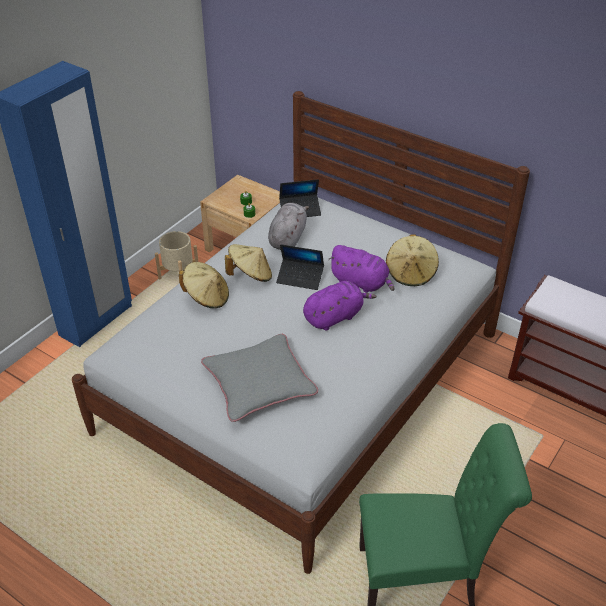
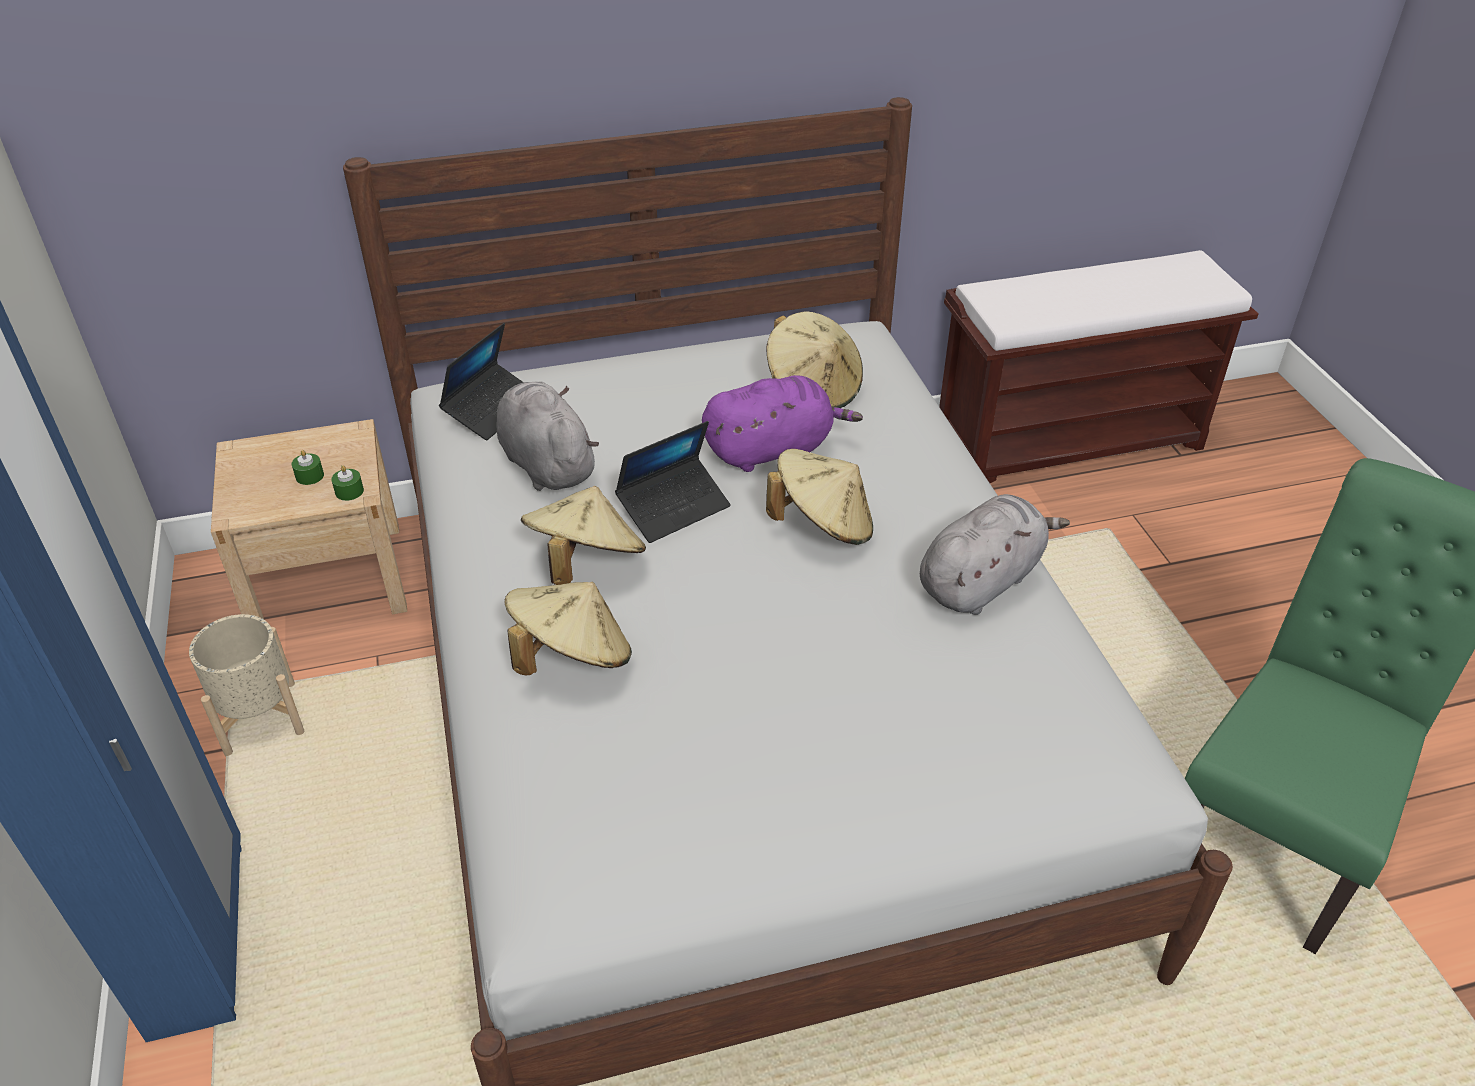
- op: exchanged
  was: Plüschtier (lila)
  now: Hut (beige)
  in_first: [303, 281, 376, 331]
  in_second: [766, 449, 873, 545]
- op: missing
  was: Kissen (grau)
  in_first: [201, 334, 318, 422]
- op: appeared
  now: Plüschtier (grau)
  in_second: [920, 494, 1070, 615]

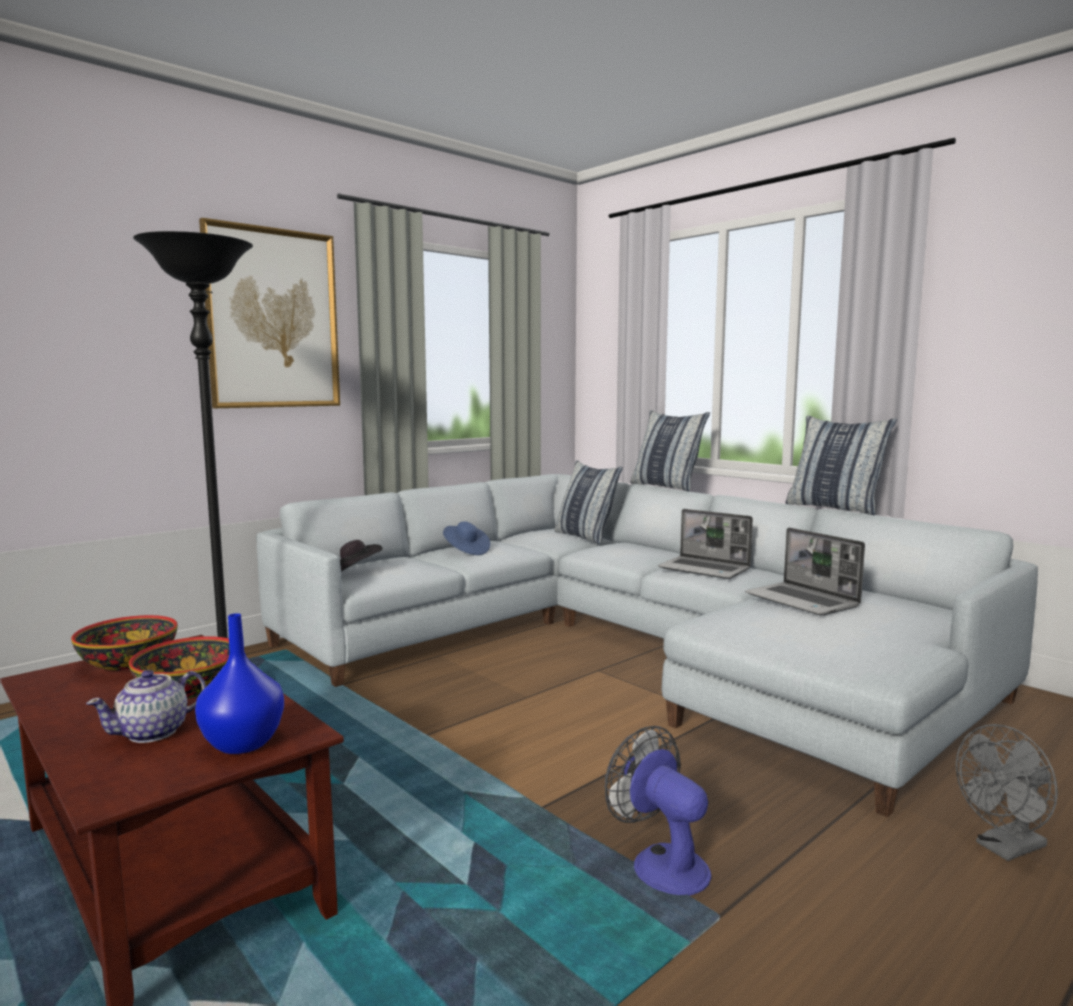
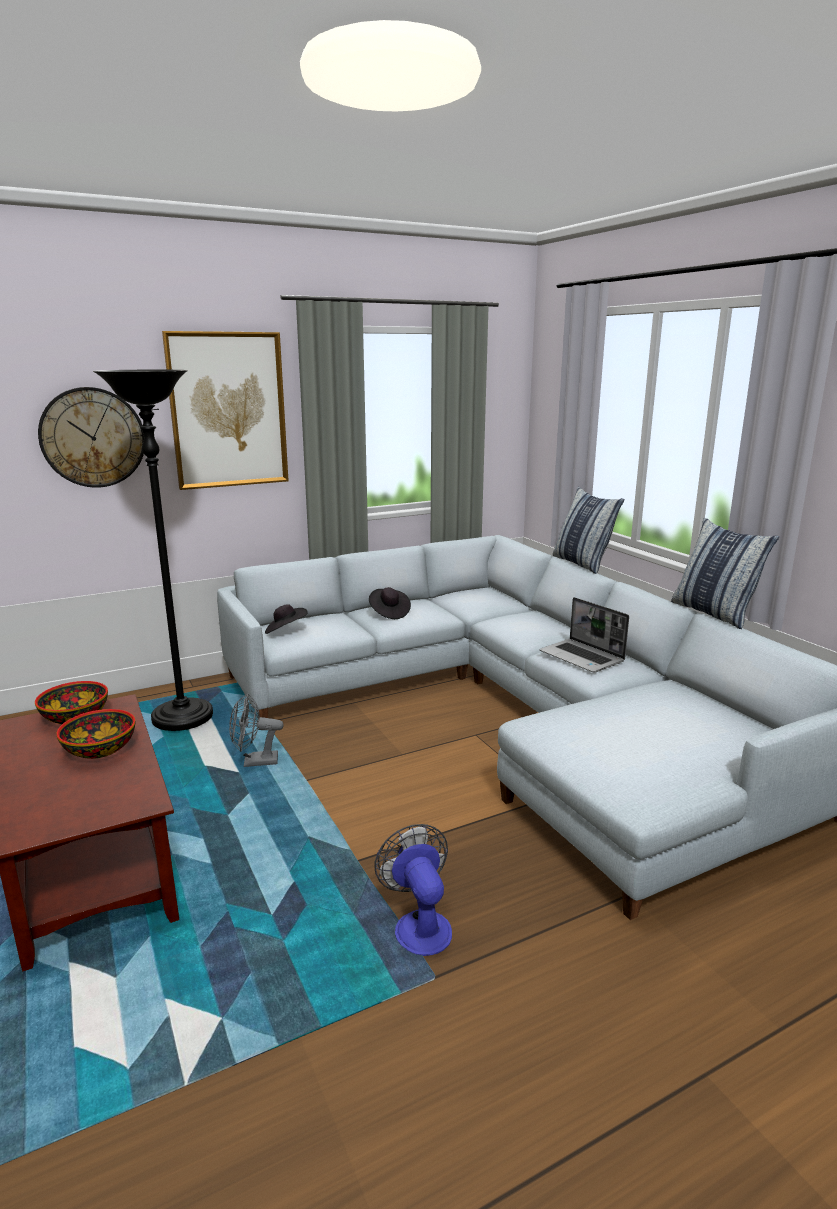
- op: missing
  was: Kissen
  in_first: [555, 460, 623, 545]
- op: colour
  was: Hut (blau)
  now: Hut (schwarz)
  in_first: [443, 521, 490, 555]
  in_second: [369, 587, 411, 619]
- op: missing
  was: Laptop
  in_first: [745, 527, 865, 616]
- op: missing
  was: Vase (blau)
  in_first: [195, 613, 284, 754]
- op: missing
  was: Teekanne
  in_first: [86, 670, 206, 743]
- op: relocated
  was: Ventilator (grau)
  in_first: [956, 724, 1058, 861]
  in_second: [229, 693, 284, 767]
- op: appeared
  now: Wanduhr
  in_second: [38, 387, 144, 488]

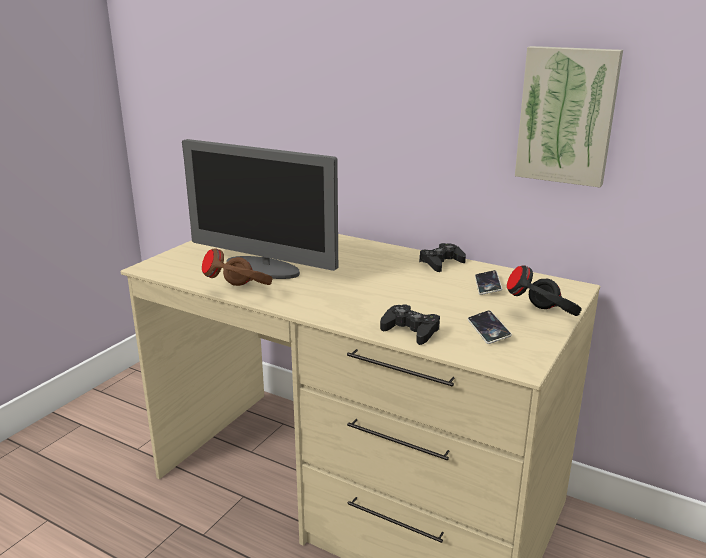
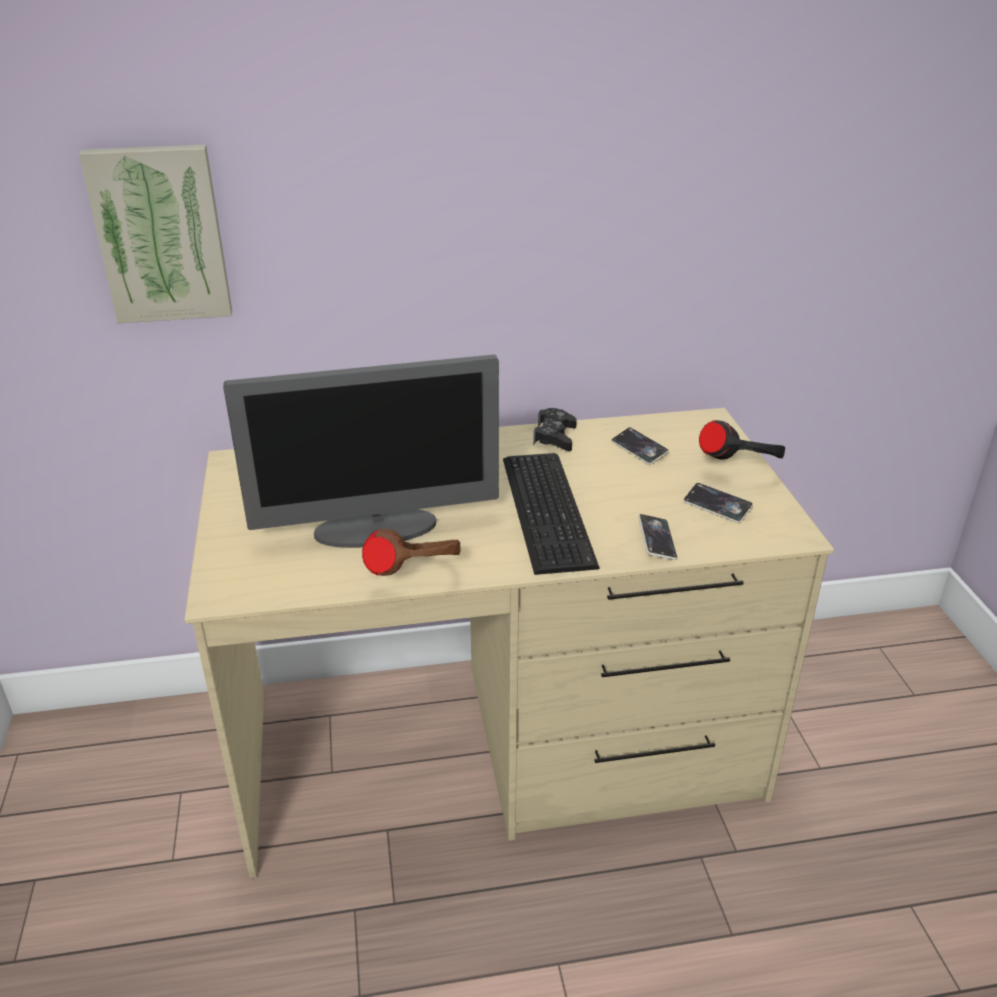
- op: relocated
  was: Bild
  in_first: [515, 46, 623, 187]
  in_second: [79, 144, 232, 324]
- op: exchanged
  was: Gamepad (schwarz)
  now: Handy
  in_first: [380, 304, 440, 345]
  in_second: [638, 514, 678, 560]
- op: appeared
  now: Tastatur
  in_second: [503, 453, 599, 575]

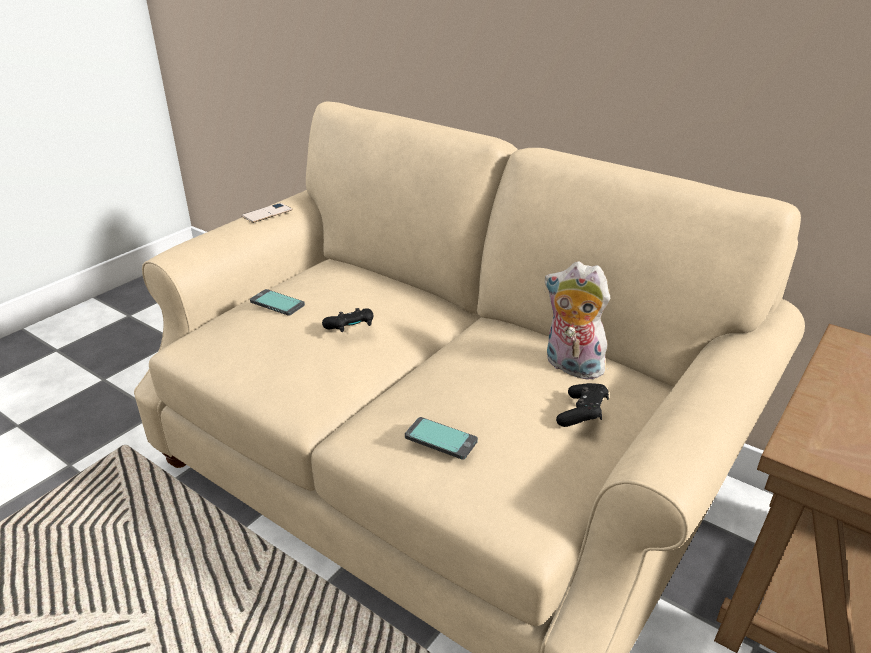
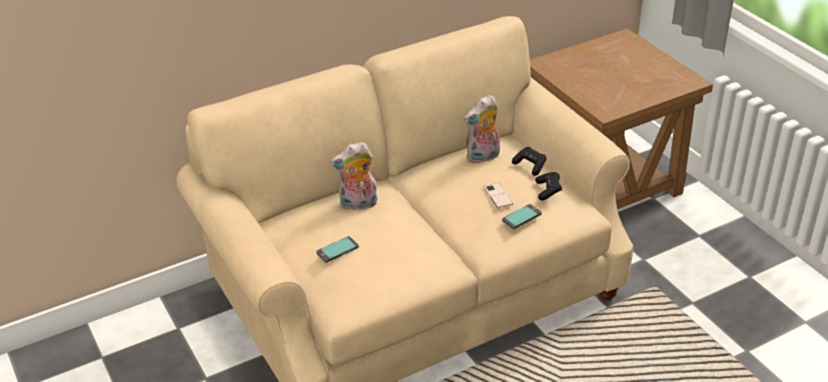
- op: relocated
  was: Handy
  in_first: [241, 203, 292, 223]
  in_second: [484, 183, 513, 208]
- op: relocated
  was: Gamepad (schwarz)
  in_first: [322, 308, 373, 332]
  in_second: [535, 172, 562, 200]
- op: appeared
  now: Plüschtier
  in_second: [330, 142, 378, 210]

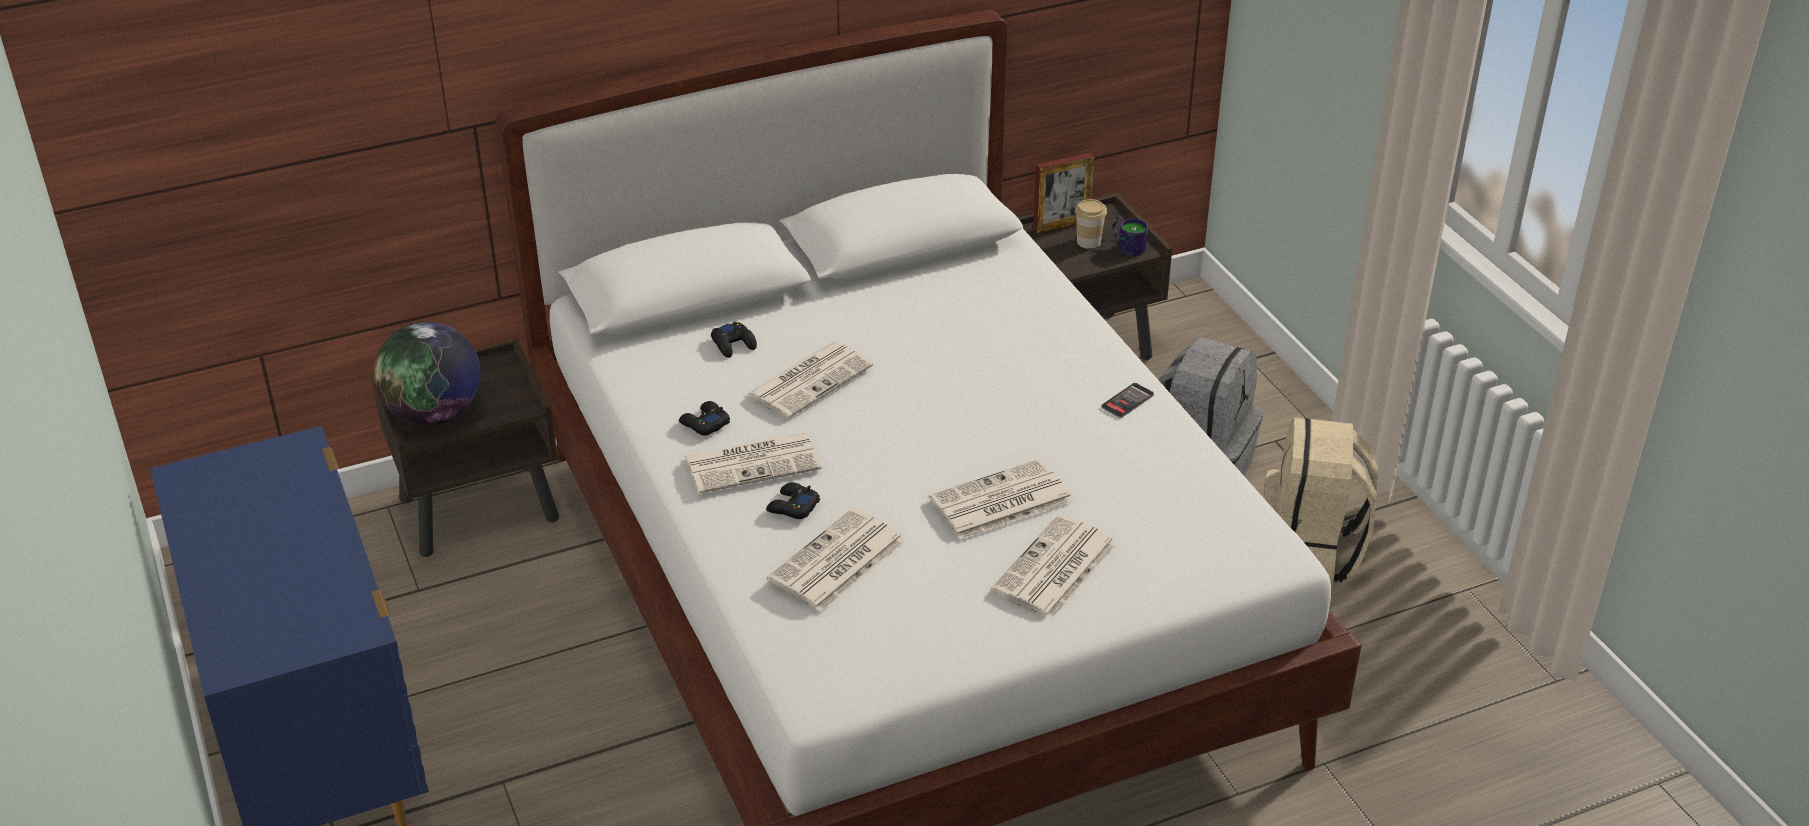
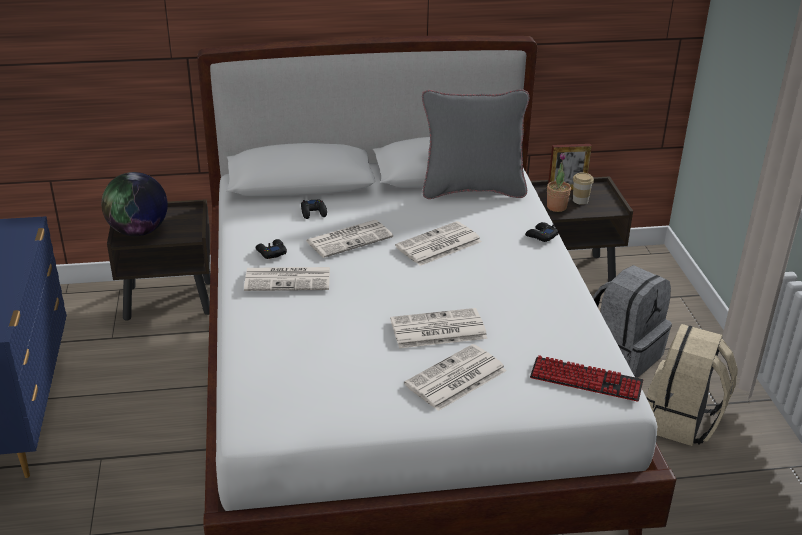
- op: missing
  was: Henkelbecher
  in_first: [1112, 216, 1148, 256]
- op: missing
  was: Handy
  in_first: [1101, 383, 1154, 418]
- op: relocated
  was: Gamepad (schwarz)
  in_first: [766, 482, 820, 519]
  in_second: [525, 222, 559, 242]
- op: relocated
  was: Zeitung
  in_first: [767, 508, 905, 612]
  in_second: [395, 221, 482, 266]
- op: appeared
  now: Kissen (grau)
  in_second: [422, 89, 529, 199]
- op: appeared
  now: Topfpflanze
  in_second: [547, 153, 571, 212]
- op: appeared
  now: Tastatur
  in_second: [530, 355, 643, 402]

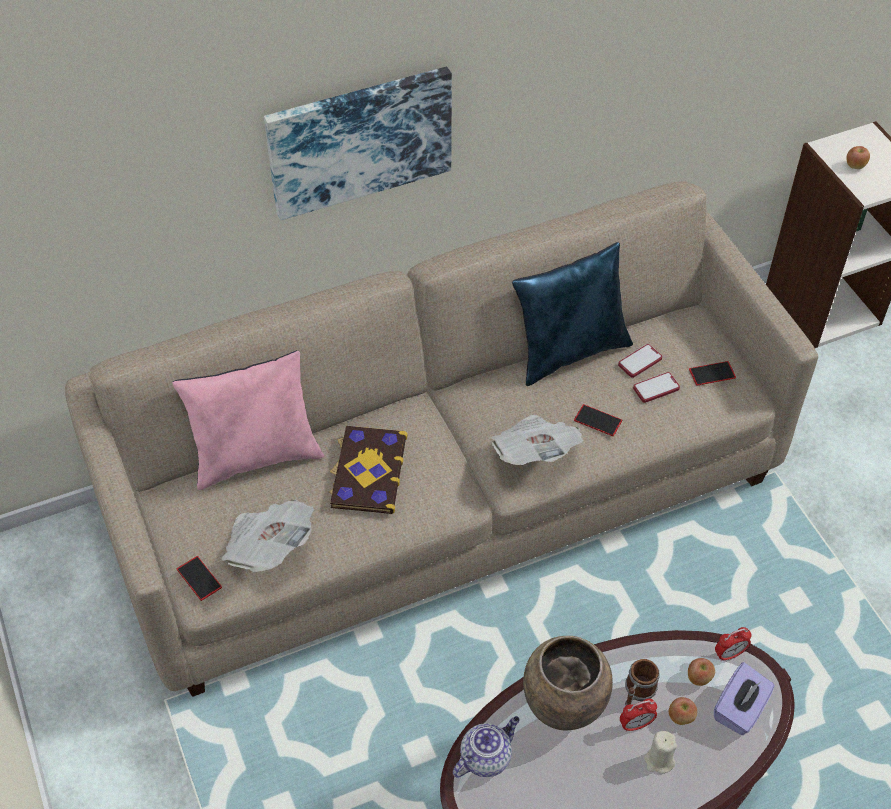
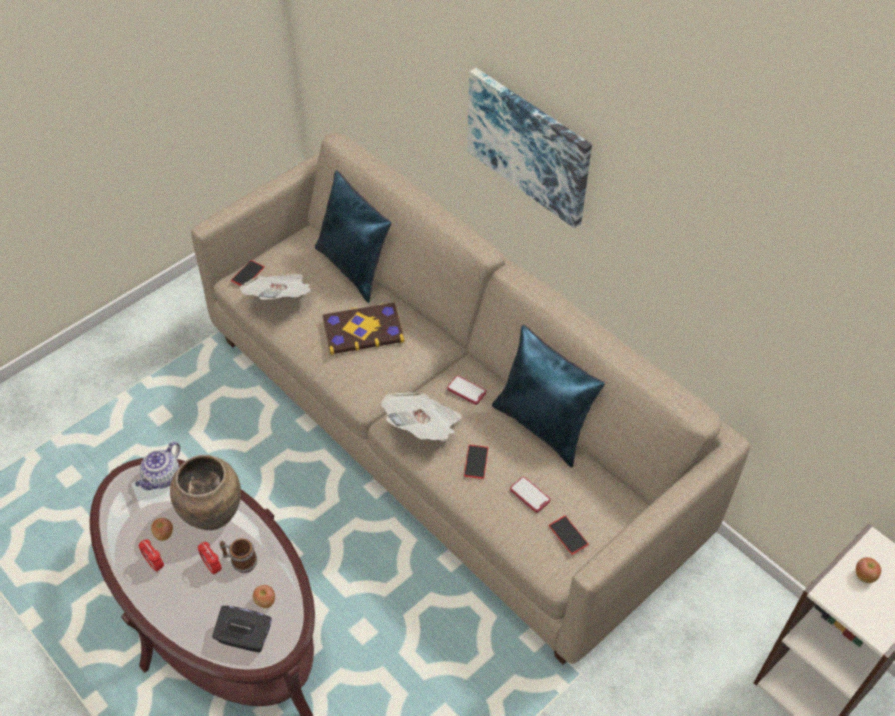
- op: relocated
  was: Handy
  in_first: [618, 344, 662, 378]
  in_second: [447, 376, 486, 405]
- op: colour
  was: Kissen (rosa)
  now: Kissen (blau)
  in_first: [172, 350, 324, 490]
  in_second: [315, 170, 391, 303]
- op: relocated
  was: Wecker
  in_first: [715, 627, 752, 661]
  in_second: [139, 539, 164, 572]
- op: colour
  was: Taschentuchbox (lila)
  now: Taschentuchbox (schwarz)
  in_first: [714, 662, 775, 735]
  in_second: [212, 606, 272, 653]
- op: relocated
  was: Apfel
  in_first: [669, 697, 697, 725]
  in_second: [151, 518, 173, 541]
- op: spun
  was: Teekanne
  in_first: [453, 716, 520, 778]
  in_second: [135, 442, 180, 490]
  clockwise: 90
- op: missing
  was: Kerze (beige)
  in_first: [644, 731, 677, 774]

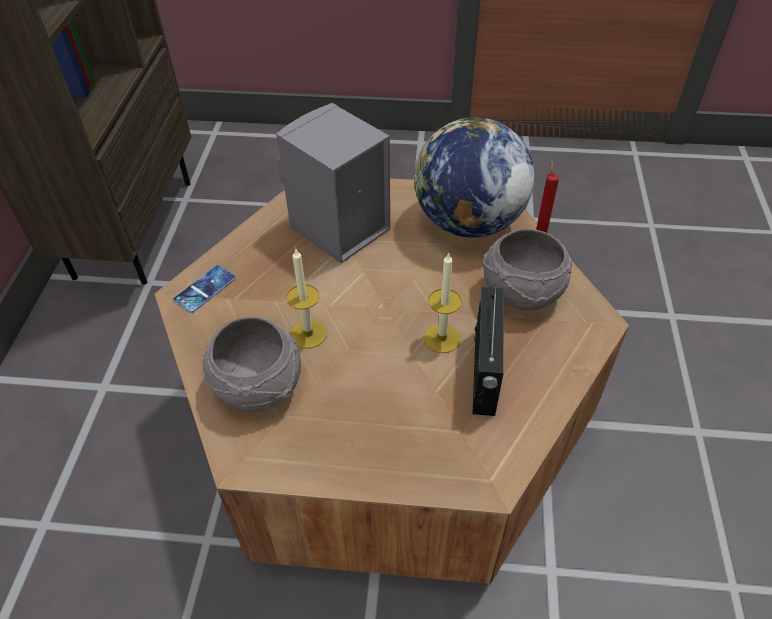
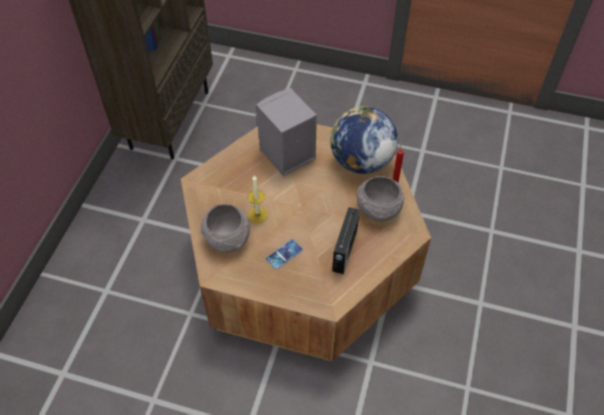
- op: missing
  was: Kerze
  in_first: [424, 253, 462, 353]
- op: relocated
  was: Handy
  in_first: [173, 265, 236, 313]
  in_second: [266, 239, 303, 269]

